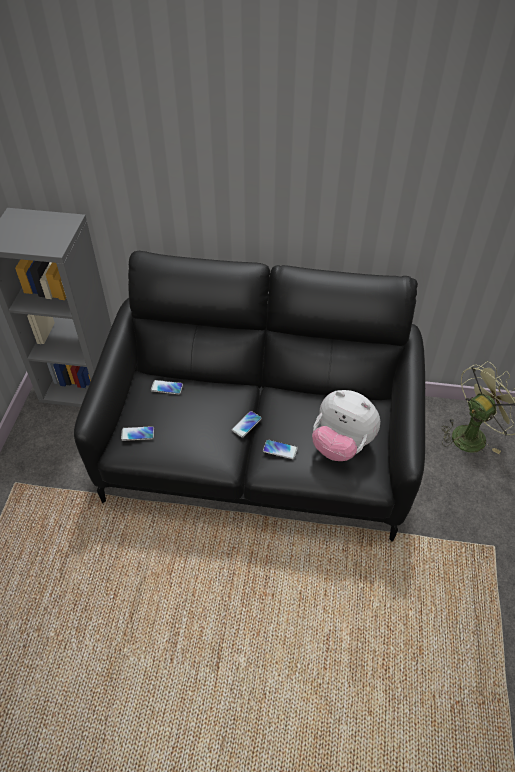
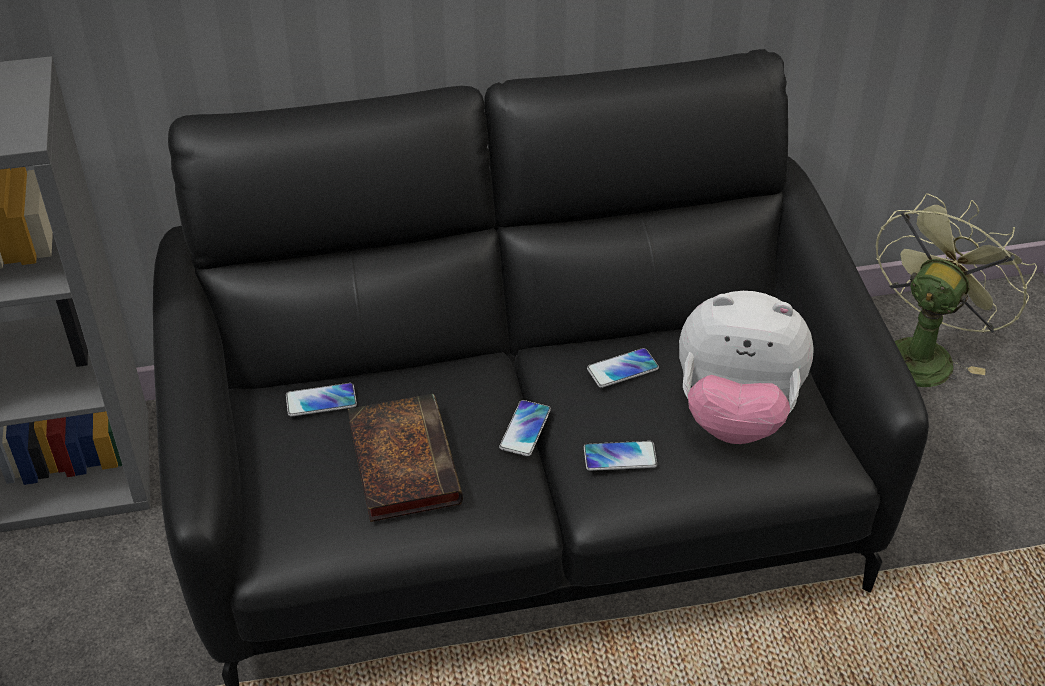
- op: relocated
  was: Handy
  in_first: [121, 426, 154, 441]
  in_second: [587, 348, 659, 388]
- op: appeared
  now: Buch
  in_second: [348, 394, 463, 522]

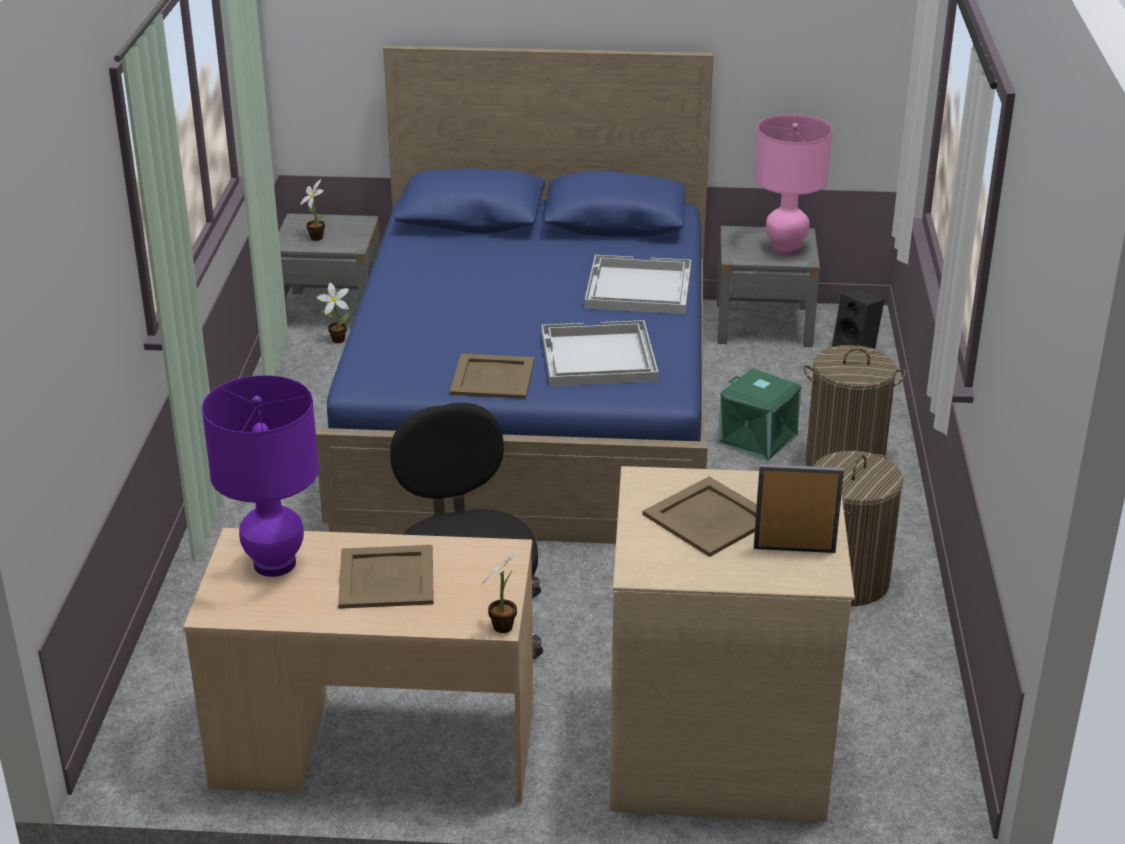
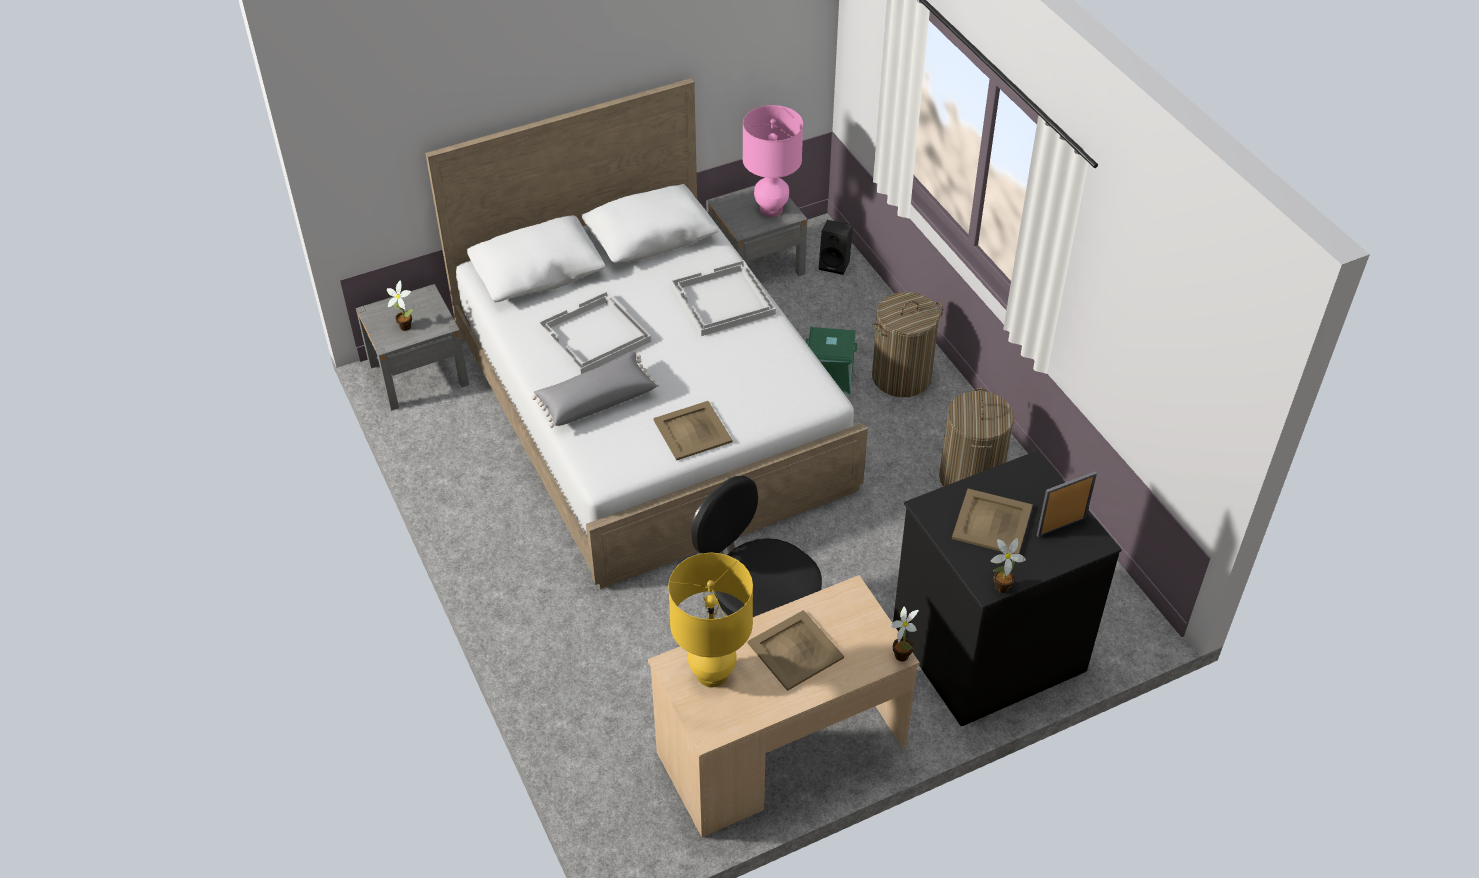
- op: colour
  was: Bett (blau)
  now: Bett (weiß)
  in_first: [316, 45, 713, 544]
  in_second: [425, 78, 868, 589]
- op: relocated
  was: Topfpflanze
  in_first: [316, 282, 351, 343]
  in_second: [990, 538, 1026, 593]
- op: relocated
  was: Tablett (weiß)
  in_first: [541, 320, 659, 386]
  in_second: [538, 291, 651, 374]
- op: colour
  was: Tischlampe (lila)
  now: Tischlampe (gelb)
  in_first: [201, 375, 319, 577]
  in_second: [668, 553, 753, 687]
- op: colour
  was: Kommode (beige)
  now: Kommode (schwarz)
  in_first: [609, 466, 855, 822]
  in_second: [893, 450, 1122, 726]
- op: appeared
  now: Kissen (grau)
  in_second: [532, 352, 660, 428]

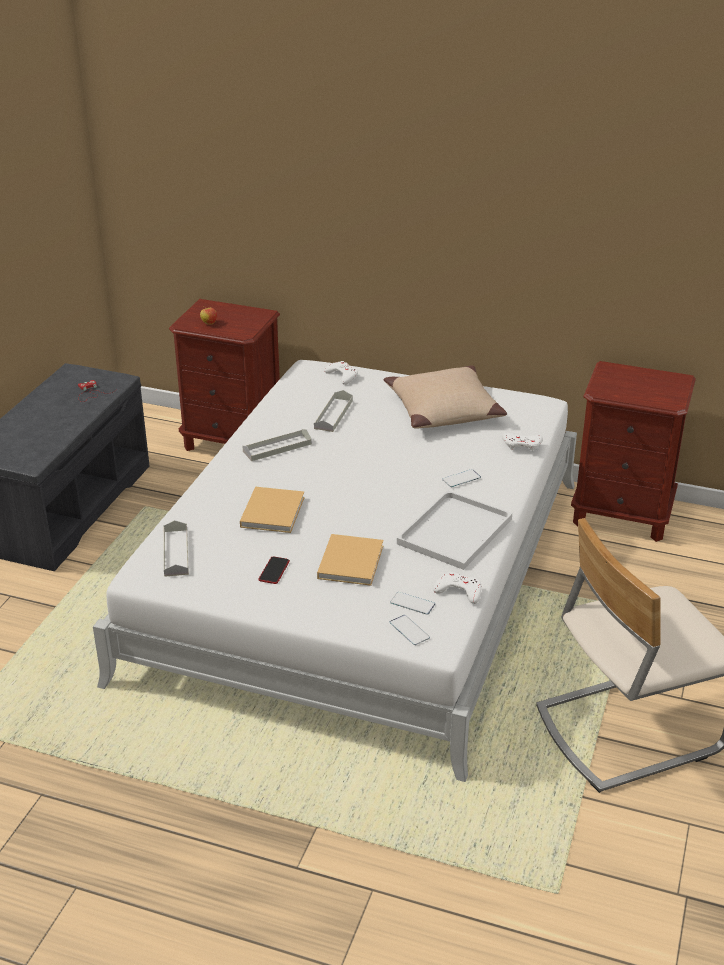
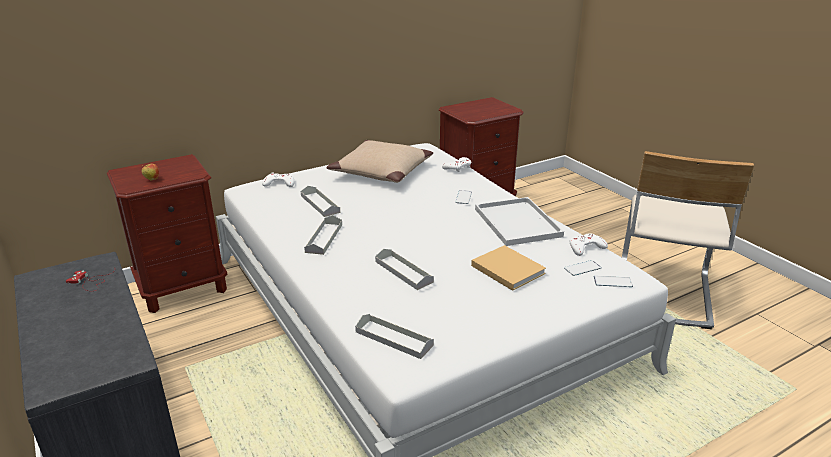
- op: exchanged
  was: Buch (beige)
  now: Tablett (grau)
  in_first: [240, 487, 305, 533]
  in_second: [375, 249, 434, 290]
- op: missing
  was: Handy
  in_first: [259, 556, 290, 584]

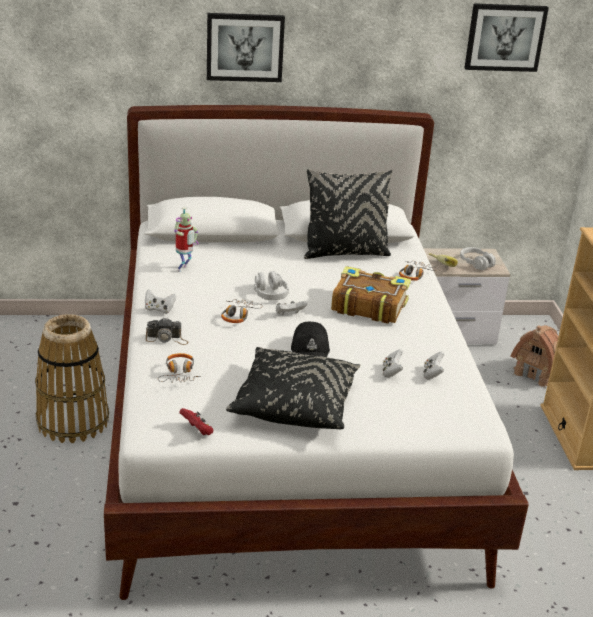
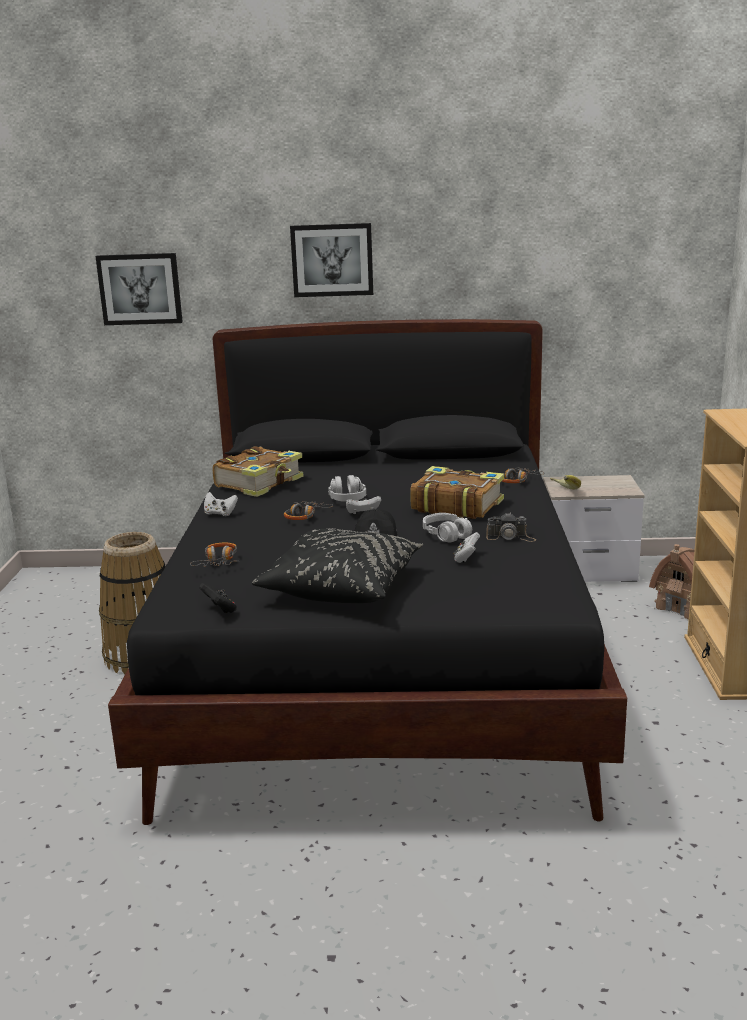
- op: relocated
  was: Bild
  in_first: [464, 3, 549, 72]
  in_second: [95, 253, 183, 325]
- op: colour
  was: Bett (weiß)
  now: Bett (schwarz)
  in_first: [104, 105, 529, 600]
  in_second: [108, 319, 627, 825]
- op: missing
  was: Kissen (schwarz)
  in_first: [304, 169, 393, 259]
- op: exchanged
  was: Spielzeugroboter
  now: Buch
  in_first: [174, 207, 199, 272]
  in_second: [213, 446, 304, 497]
- op: relocated
  was: Kopfhörer (grau)
  in_first: [460, 247, 496, 270]
  in_second: [423, 513, 472, 543]
- op: relocated
  was: Kamera
  in_first: [146, 317, 188, 345]
  in_second: [486, 513, 536, 542]
- op: missing
  was: Gamepad (weiß)
  in_first: [423, 352, 444, 380]
- op: colour
  was: Gamepad (rot)
  now: Gamepad (schwarz)
  in_first: [179, 408, 213, 435]
  in_second: [199, 583, 237, 614]

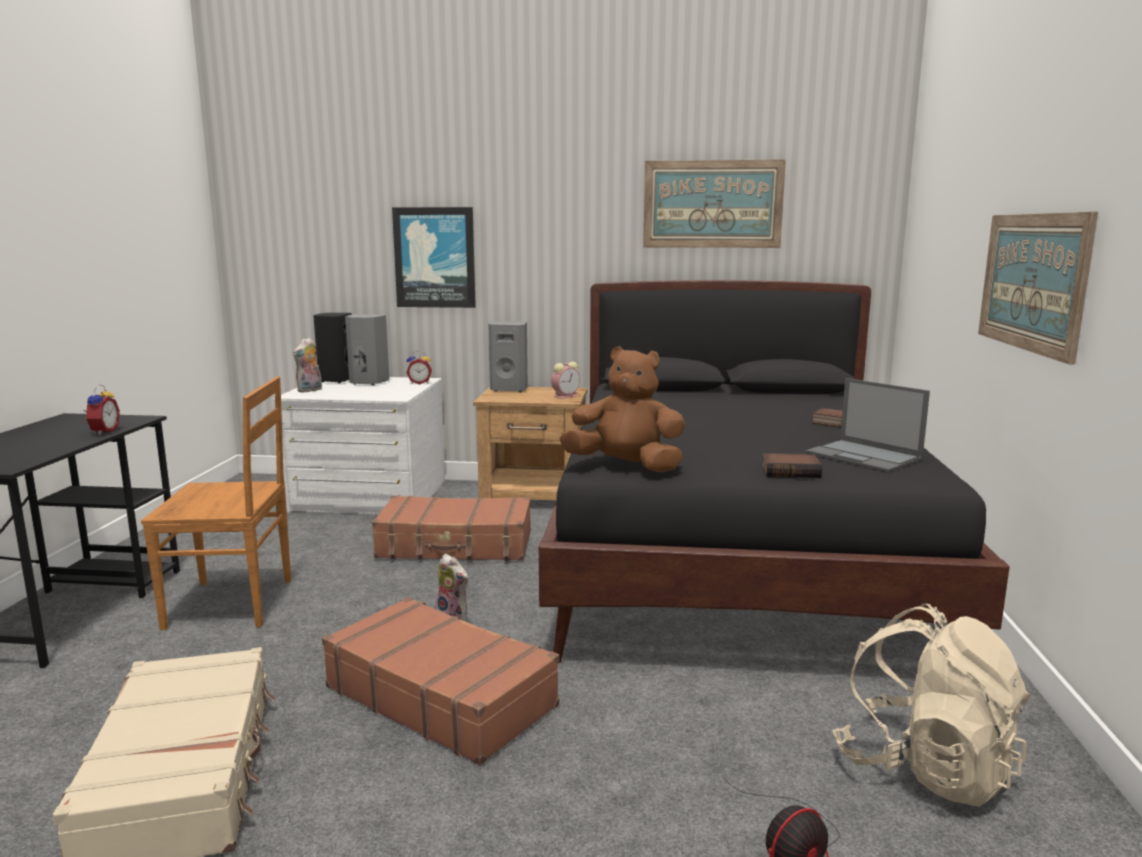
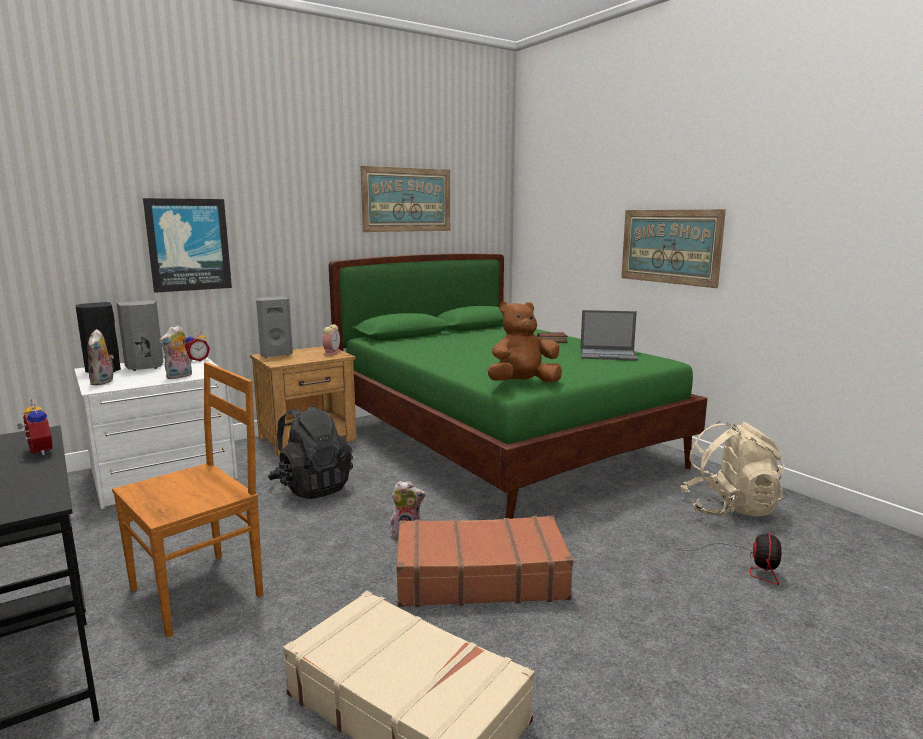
- op: colour
  was: Bett (schwarz)
  now: Bett (grün)
  in_first: [539, 280, 1010, 663]
  in_second: [329, 253, 707, 519]
- op: missing
  was: Buch
  in_first: [762, 453, 822, 478]
- op: exchanged
  was: Koffer (braun)
  now: Rucksack (schwarz)
  in_first: [372, 495, 531, 561]
  in_second: [268, 405, 353, 499]
- op: appeared
  now: Plüschtier
  in_second: [159, 325, 192, 379]

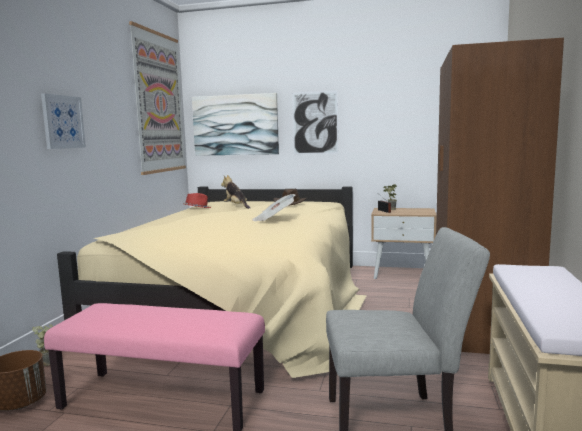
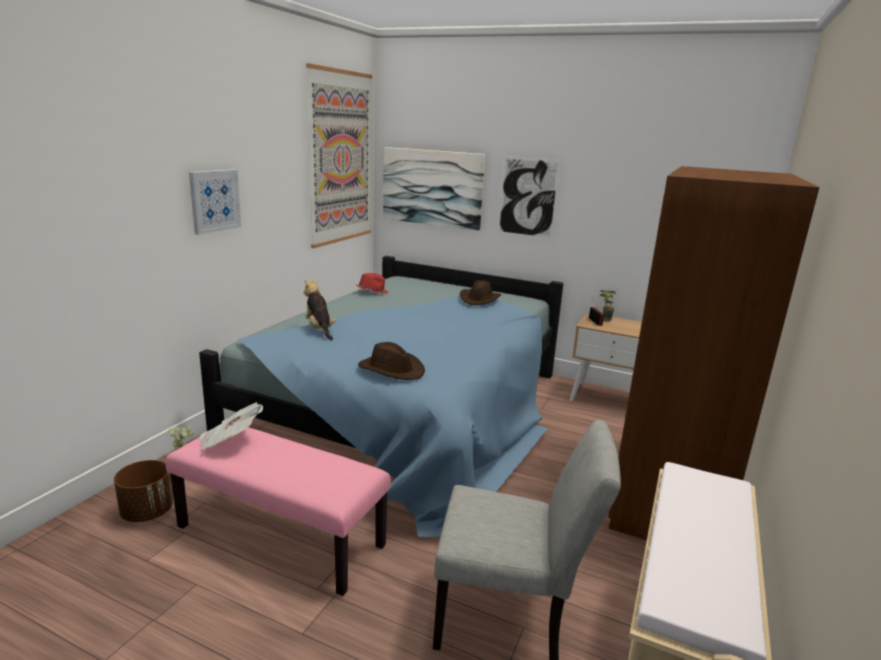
- op: relocated
  was: Plüschtier
  in_first: [221, 175, 250, 209]
  in_second: [303, 279, 336, 341]
- op: colour
  was: Bett (beige)
  now: Bett (blau)
  in_first: [57, 186, 367, 378]
  in_second: [199, 256, 563, 537]
- op: relocated
  was: Zeitung
  in_first: [252, 194, 296, 221]
  in_second: [199, 402, 263, 451]
- op: appeared
  now: Hut (braun)
  in_second: [358, 342, 425, 380]

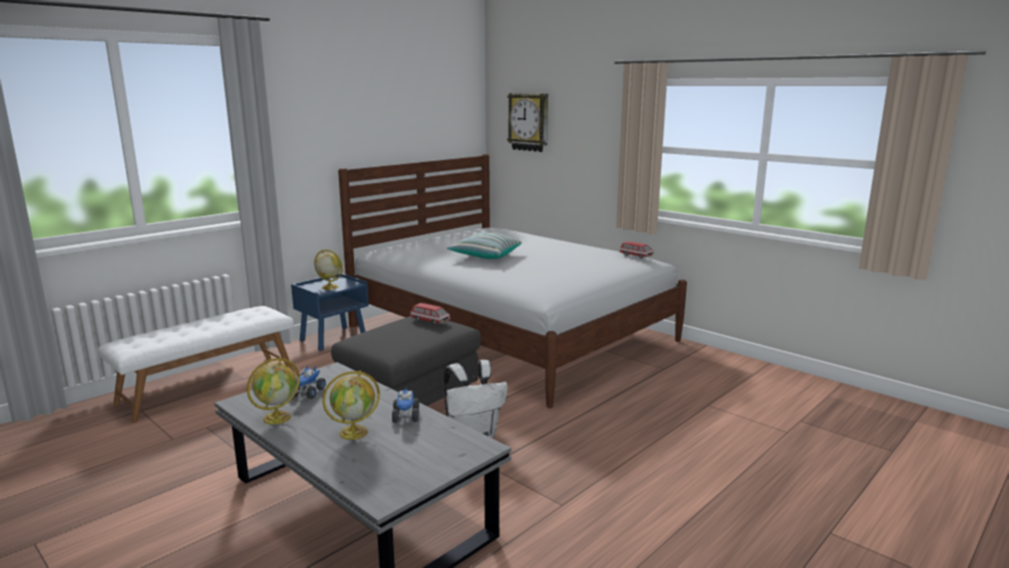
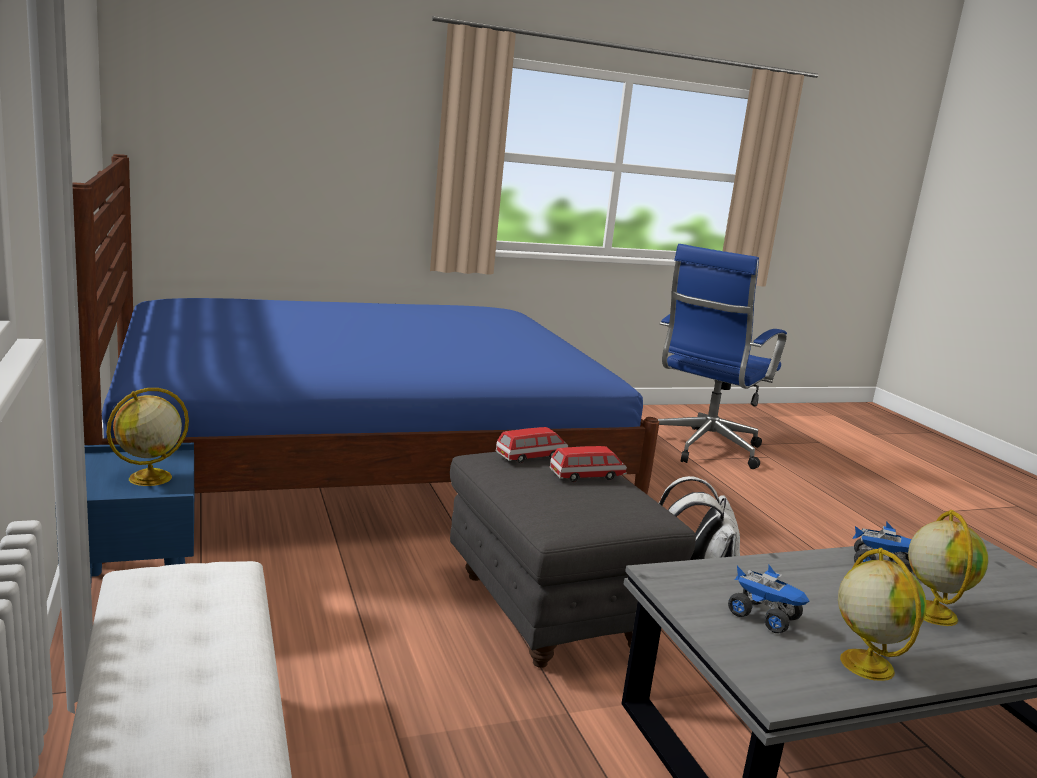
- op: missing
  was: Wanduhr
  in_first: [507, 93, 548, 152]
- op: colour
  was: Bett (weiß)
  now: Bett (blau)
  in_first: [338, 154, 687, 408]
  in_second: [72, 154, 659, 564]
- op: missing
  was: Kissen
  in_first: [447, 232, 522, 259]
- op: relocated
  was: Spielzeugauto
  in_first: [620, 241, 654, 259]
  in_second: [549, 446, 627, 482]
- op: appeared
  now: Bürostuhl (blau)
  in_second: [658, 244, 787, 469]

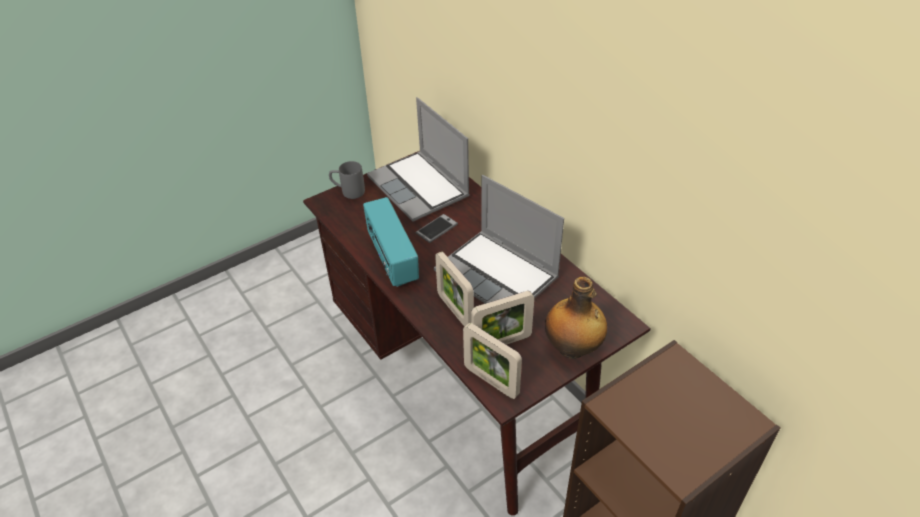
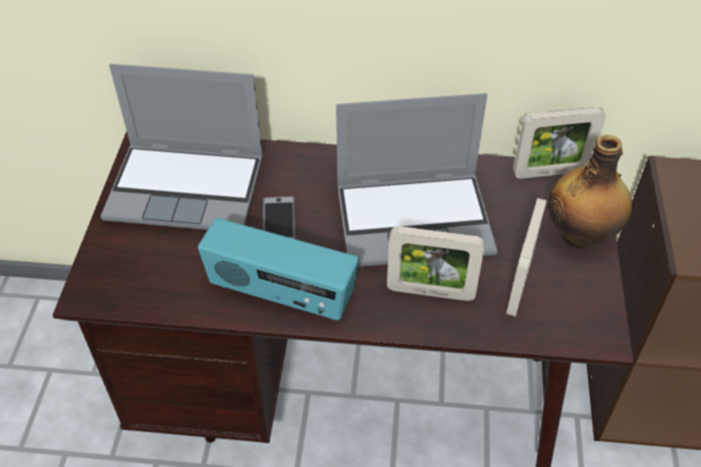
- op: missing
  was: Henkelbecher (grau)
  in_first: [329, 161, 365, 199]
- op: relocated
  was: Bilderrahmen
  in_first: [463, 323, 522, 399]
  in_second: [513, 107, 605, 179]

